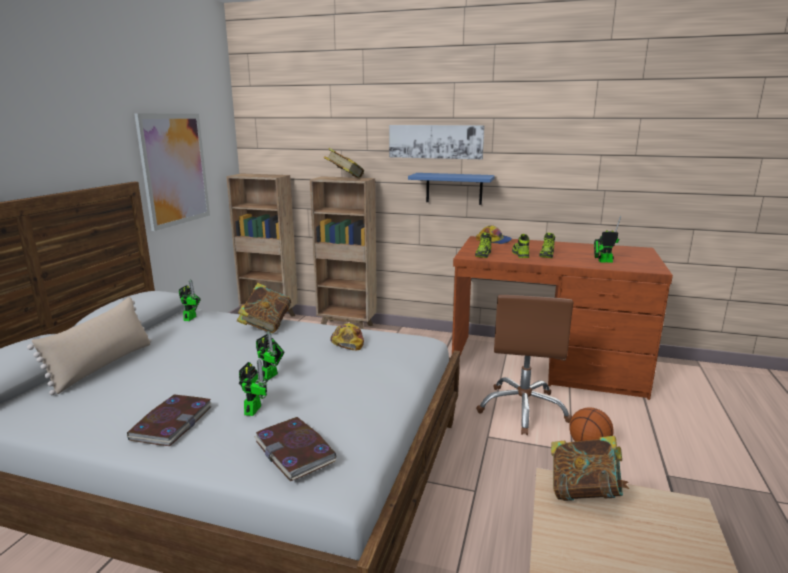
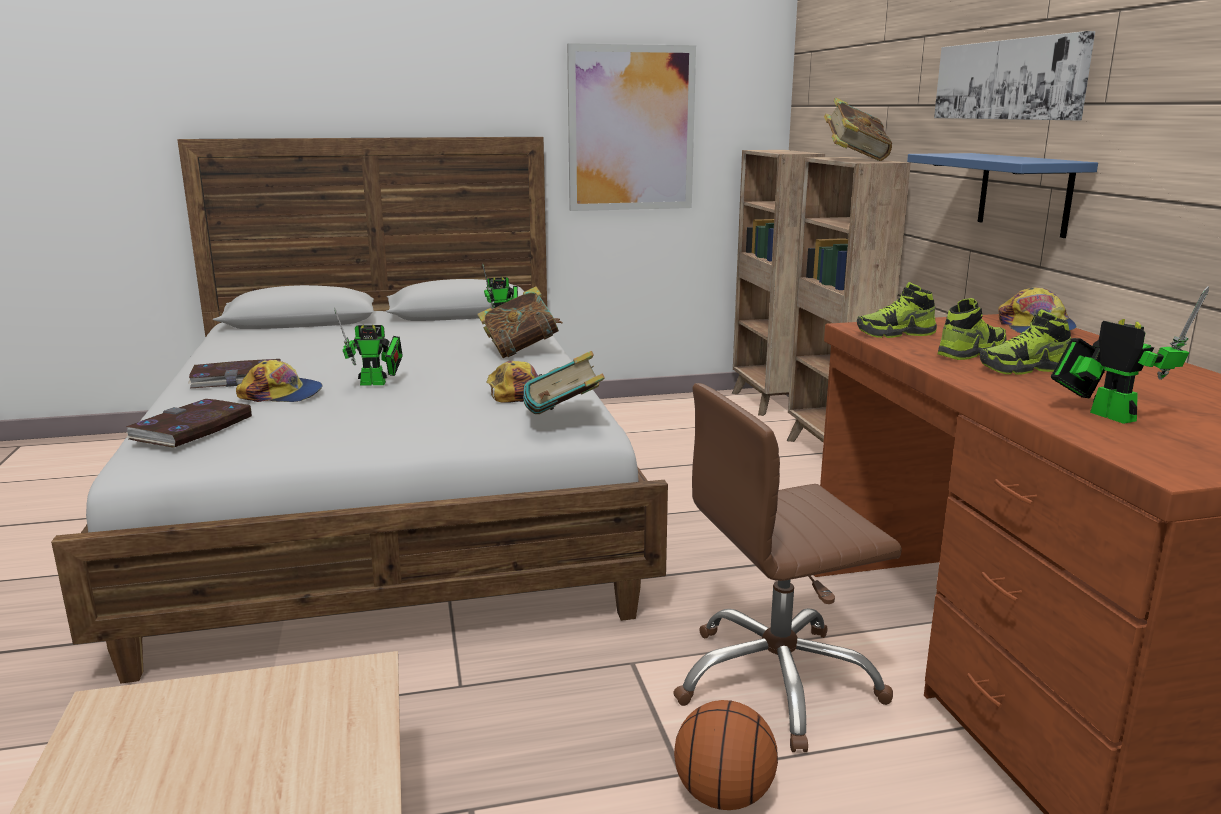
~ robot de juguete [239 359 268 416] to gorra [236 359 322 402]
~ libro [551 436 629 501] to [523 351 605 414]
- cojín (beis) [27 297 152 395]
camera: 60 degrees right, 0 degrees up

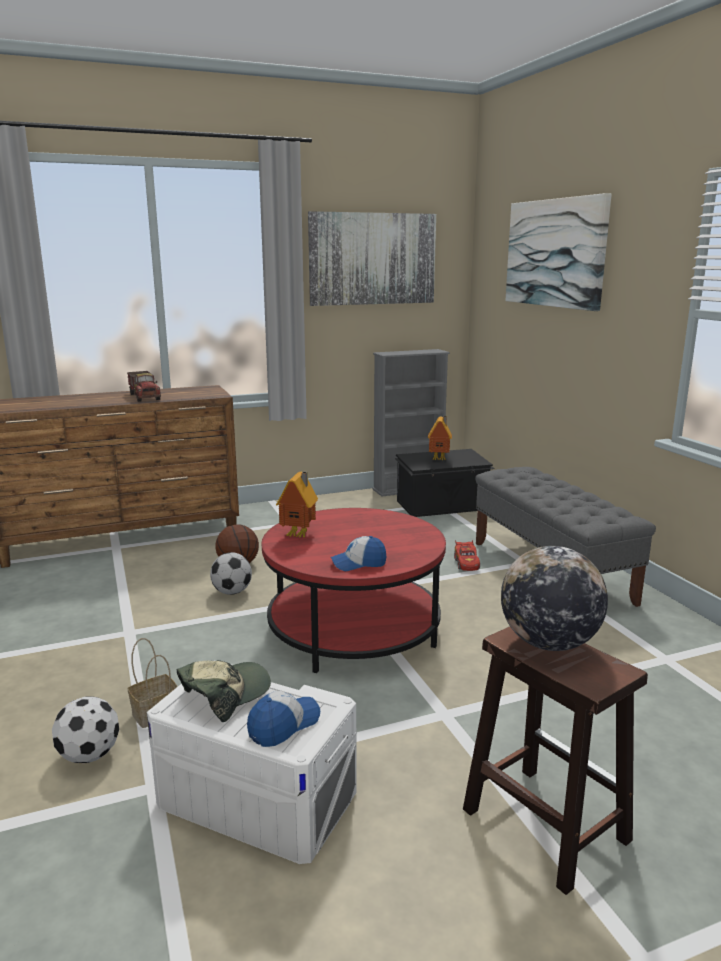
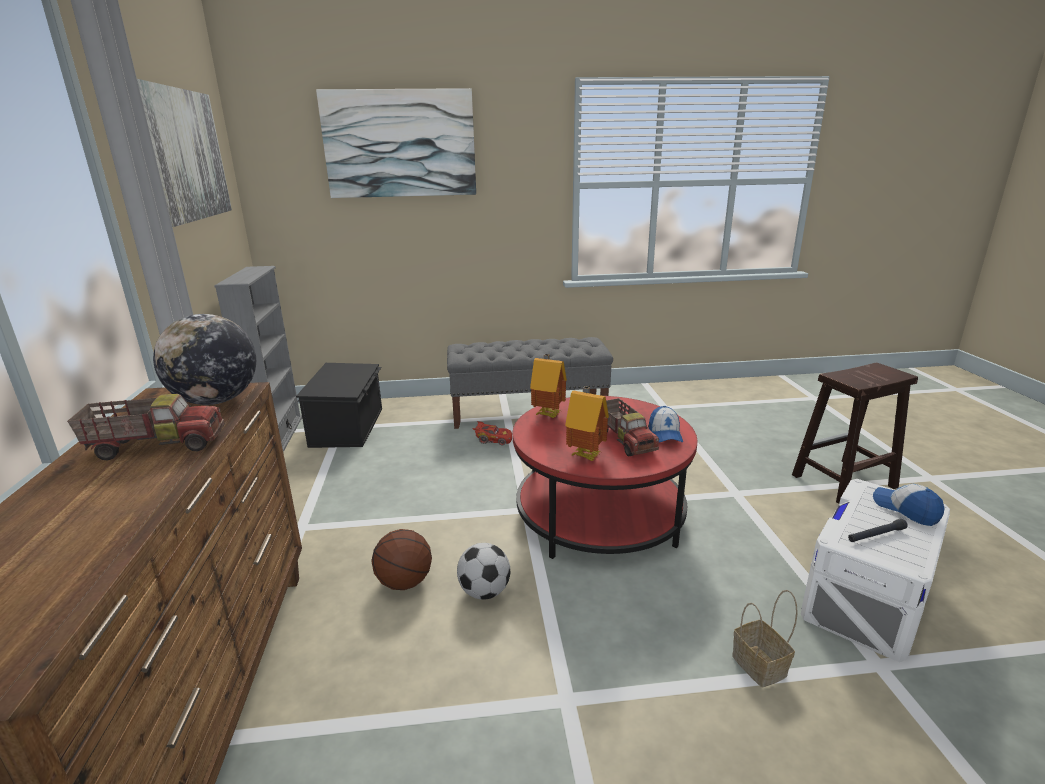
~ globo terráqueo [501 546 608 651] to [153 314 256 405]
~ casita [428 416 452 460] to [530 354 567 418]
+ camión de juguete [606 398 659 456]
~ gorra [176 660 271 723] to linterna (negro) [848 519 908 542]
- balón de fútbol [52 696 119 763]
camera: 75 degrees left, 5 degrees up

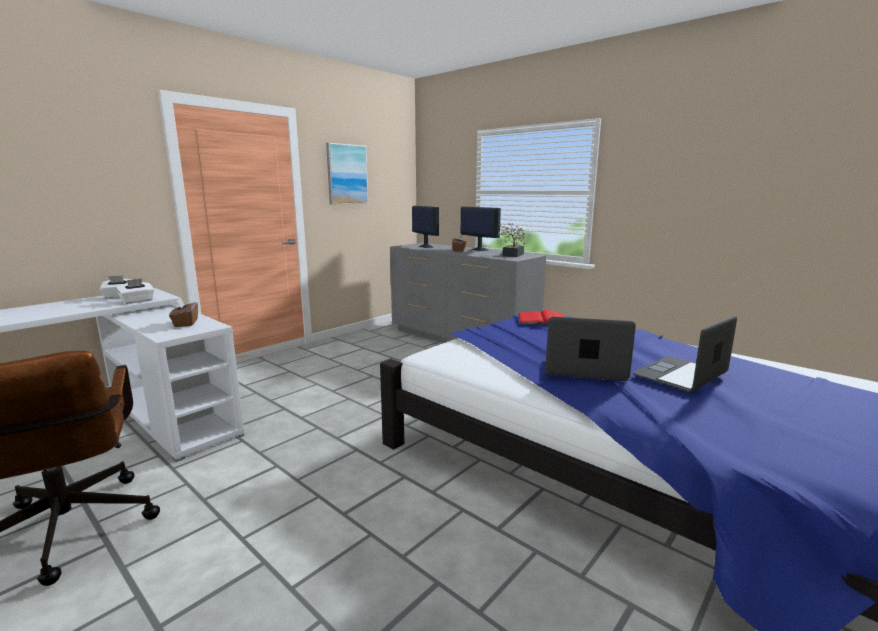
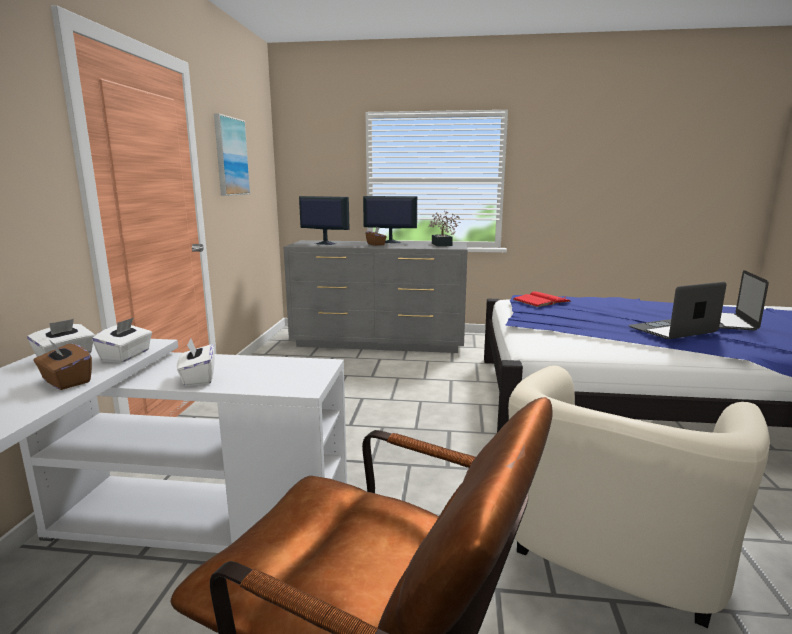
~ caja de pañuelos (marrón) [169 297 198 327] to [33 340 92 390]
+ caja de pañuelos (blanco) [177 338 215 386]
+ sillón (beis) [508 365 770 628]
camera: 35 degrees left, 0 degrees up

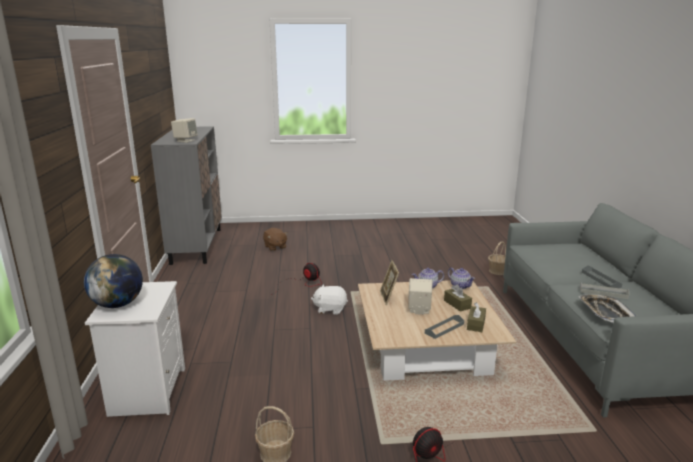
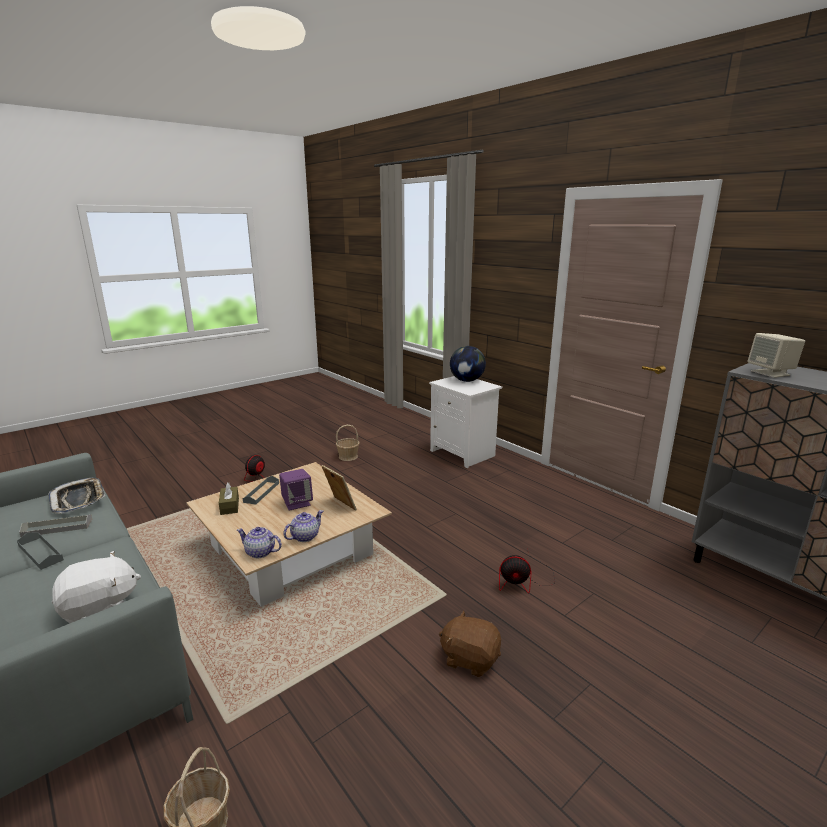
~ peluche (blanco) [311 285 348 315] to [52 551 141 623]
~ altavoz (beis) [408 278 433 315] to altavoz (morado) [279 469 313 511]
~ peluche (marrón) [263 228 288 251] to [439 610 501 677]
- caja de pañuelos (marrón) [444 284 472 312]
camera: 145 degrees right, 0 degrees up

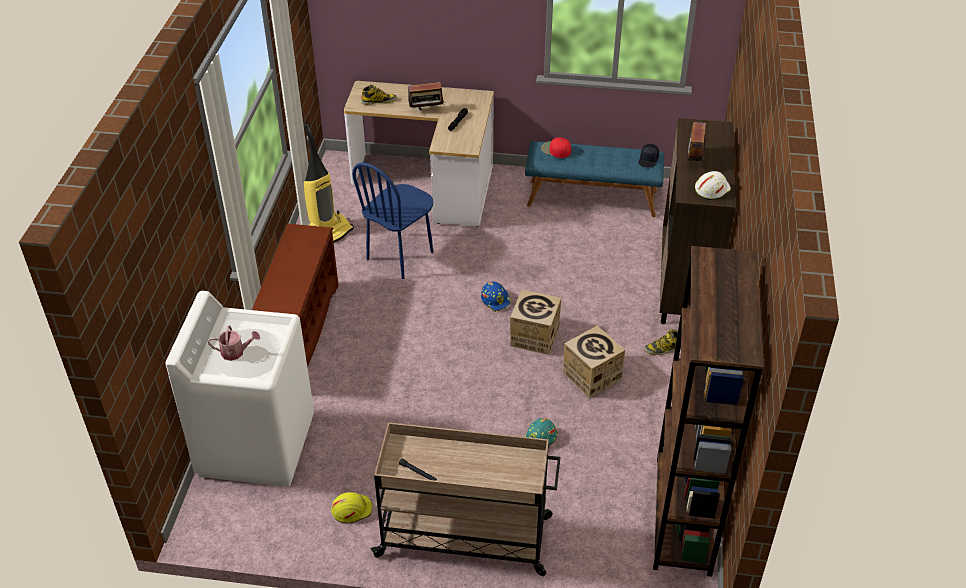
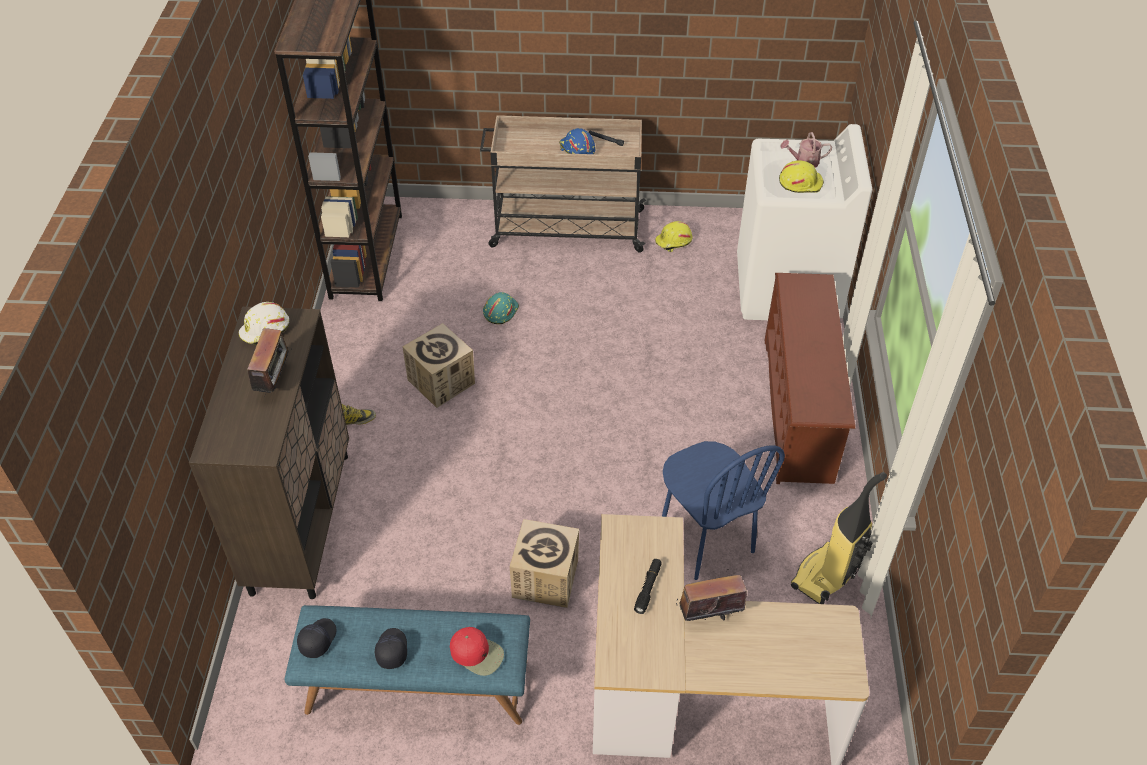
+ gorra (negro) [375 628 407 669]
~ caja de cartón [510 290 561 355] to [510 519 579 608]
~ casco (azul) [481 282 511 312] to [559 128 596 154]
~ silla (azul) [352 162 433 279] = [662 441 785 580] 120 degrees clockwise
+ casco (amarillo) [779 161 824 193]
- bota [361 85 397 105]
camera: 175 degrees right, 5 degrees up

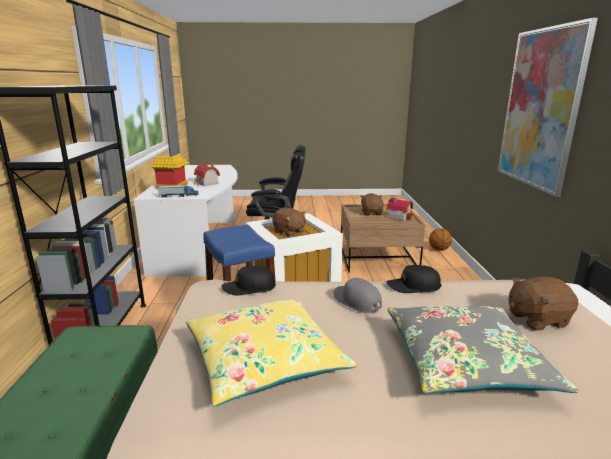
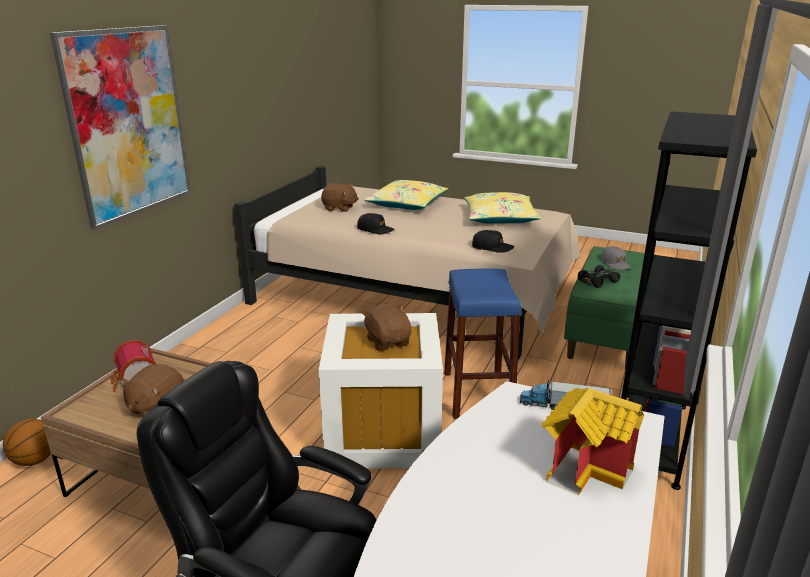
~ cojín (gris) [387 306 578 394] to cojín (amarillo) [364 180 448 210]
+ coche de juguete (negro) [578 265 620 288]
~ gorra (gris) [333 278 382 313] to [601 246 631 270]
- casita [194 164 220 186]
camera: 155 degrees left, 5 degrees up

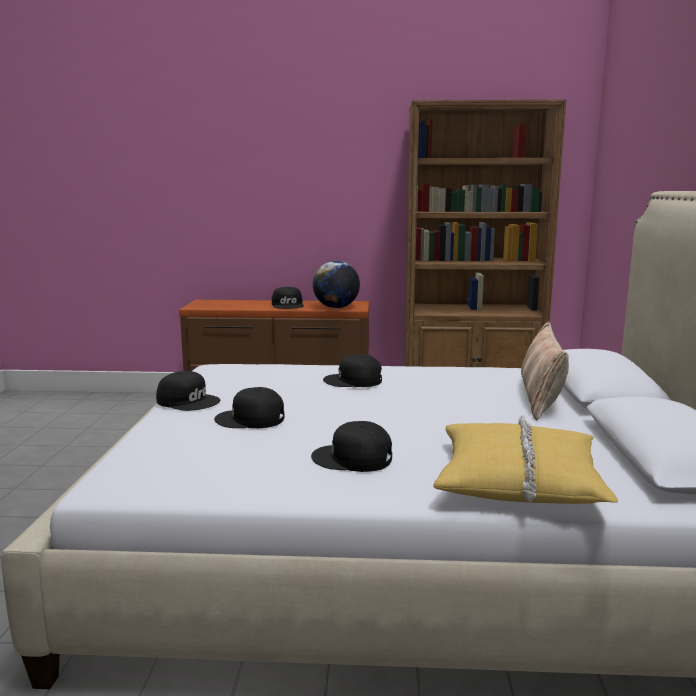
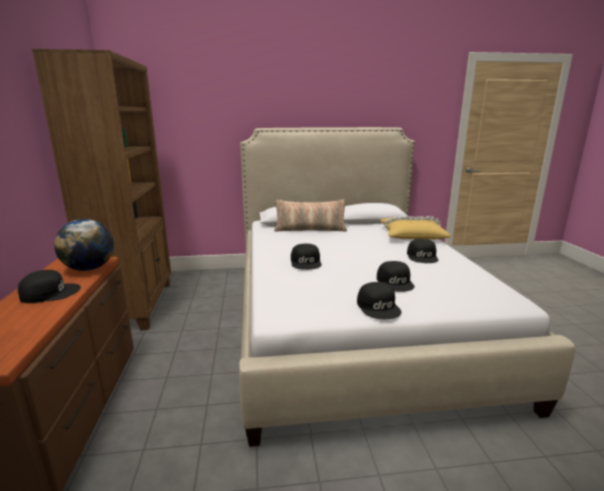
~ gorra (negro) [156 371 221 411] = [357 282 401 319] 150 degrees clockwise
camera: 100 degrees left, 5 degrees up

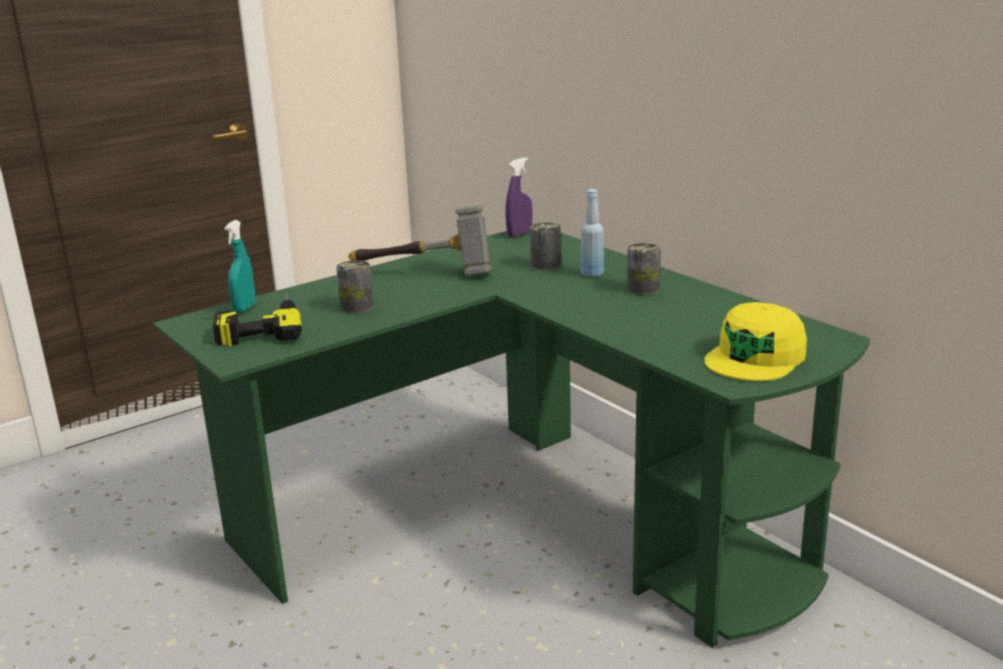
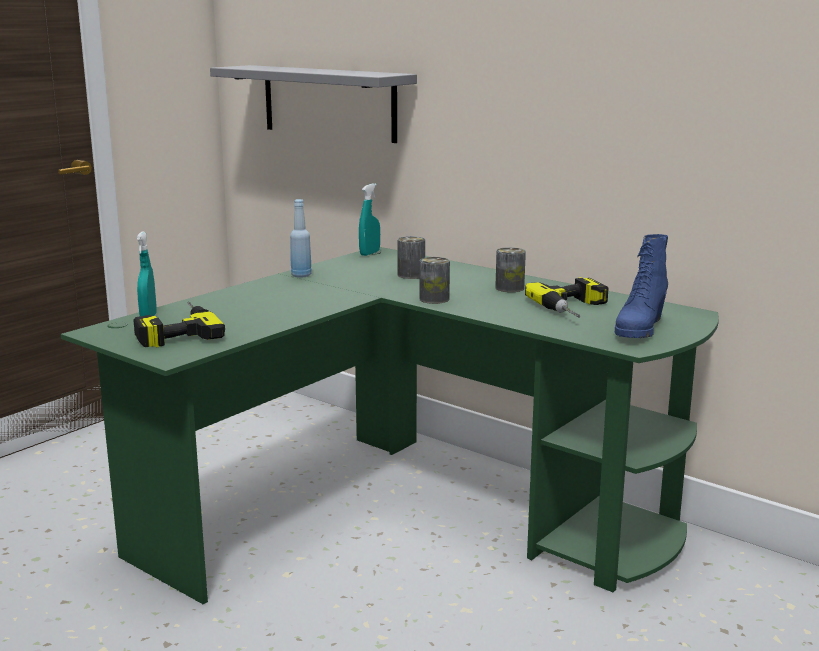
+ estante (gris) [210 65 417 143]
~ botella (azul) [581 189 604 277] to [290 199 312 278]
~ pulverizador (morado) [505 157 532 237] to pulverizador (turquesa) [359 183 380 256]
~ lata [336 260 374 314] to [419 257 450 304]
+ taladro [525 277 608 318]
~ gorra (amarillo) [704 302 807 381] to bota (azul) [615 234 668 338]
- martillo [348 205 491 276]
camera: 15 degrees left, 5 degrees down

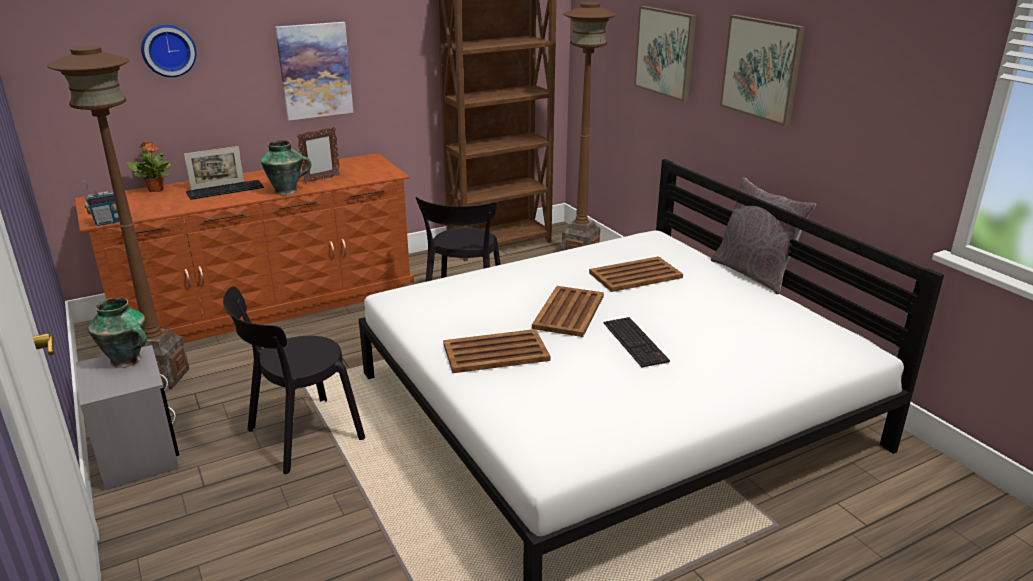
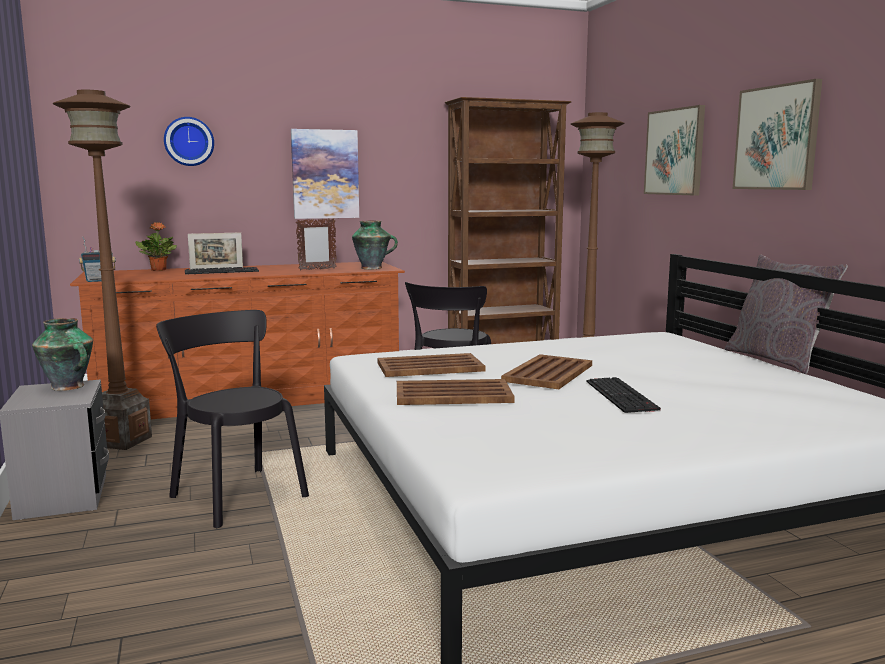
~ silla (negro) [223 286 365 474] = [156 310 309 528] 75 degrees clockwise
~ florero [261 140 311 195] to [352 220 398 269]
~ bandeja (marrón) [589 256 683 292] to [377 353 485 377]
camera: 10 degrees right, 15 degrees down

